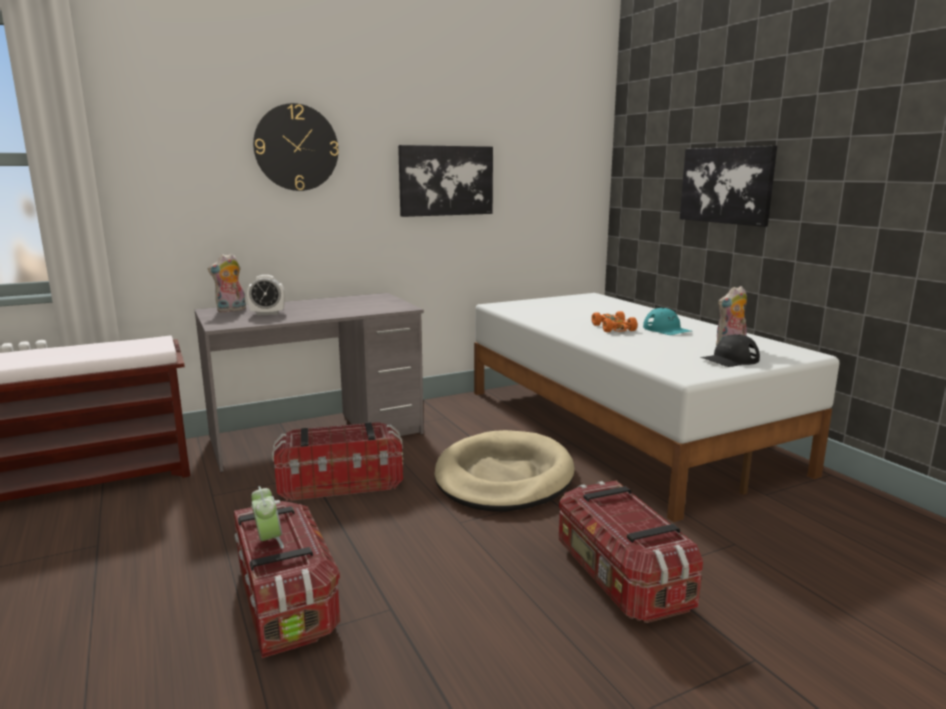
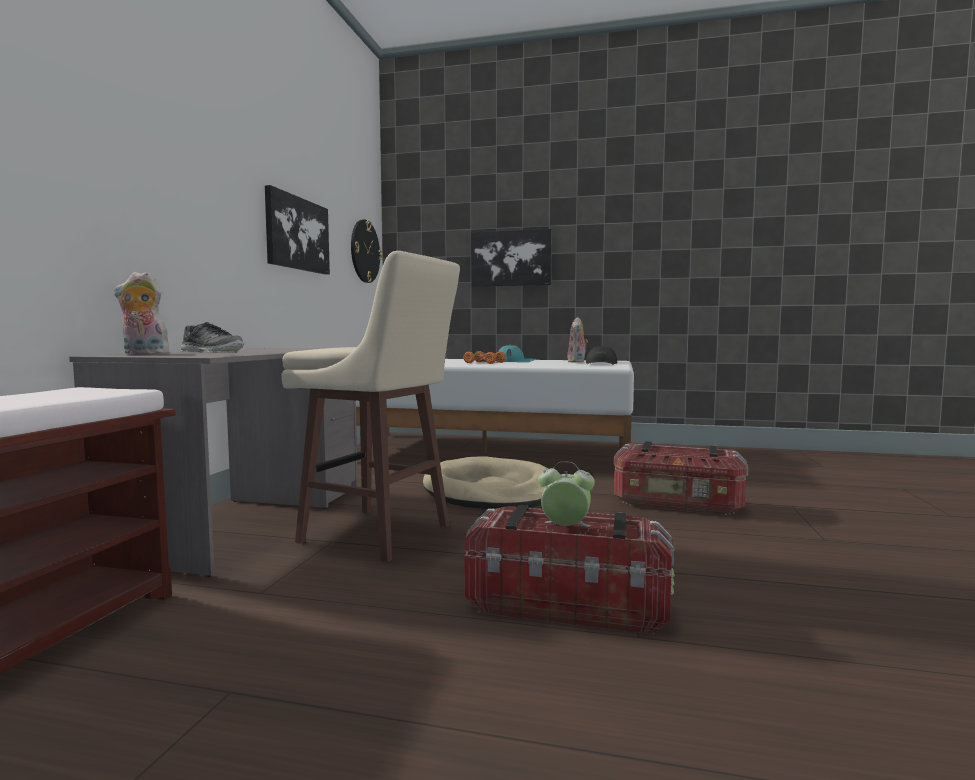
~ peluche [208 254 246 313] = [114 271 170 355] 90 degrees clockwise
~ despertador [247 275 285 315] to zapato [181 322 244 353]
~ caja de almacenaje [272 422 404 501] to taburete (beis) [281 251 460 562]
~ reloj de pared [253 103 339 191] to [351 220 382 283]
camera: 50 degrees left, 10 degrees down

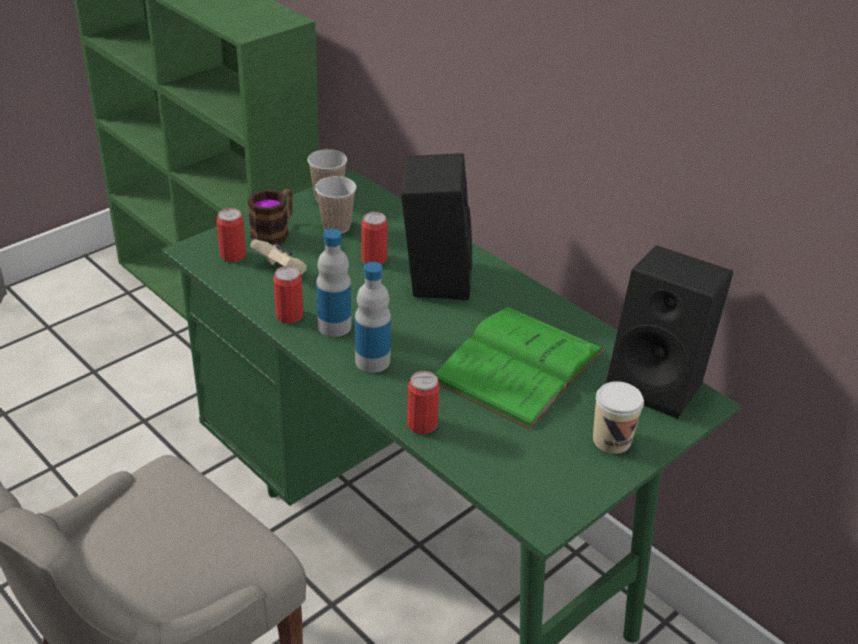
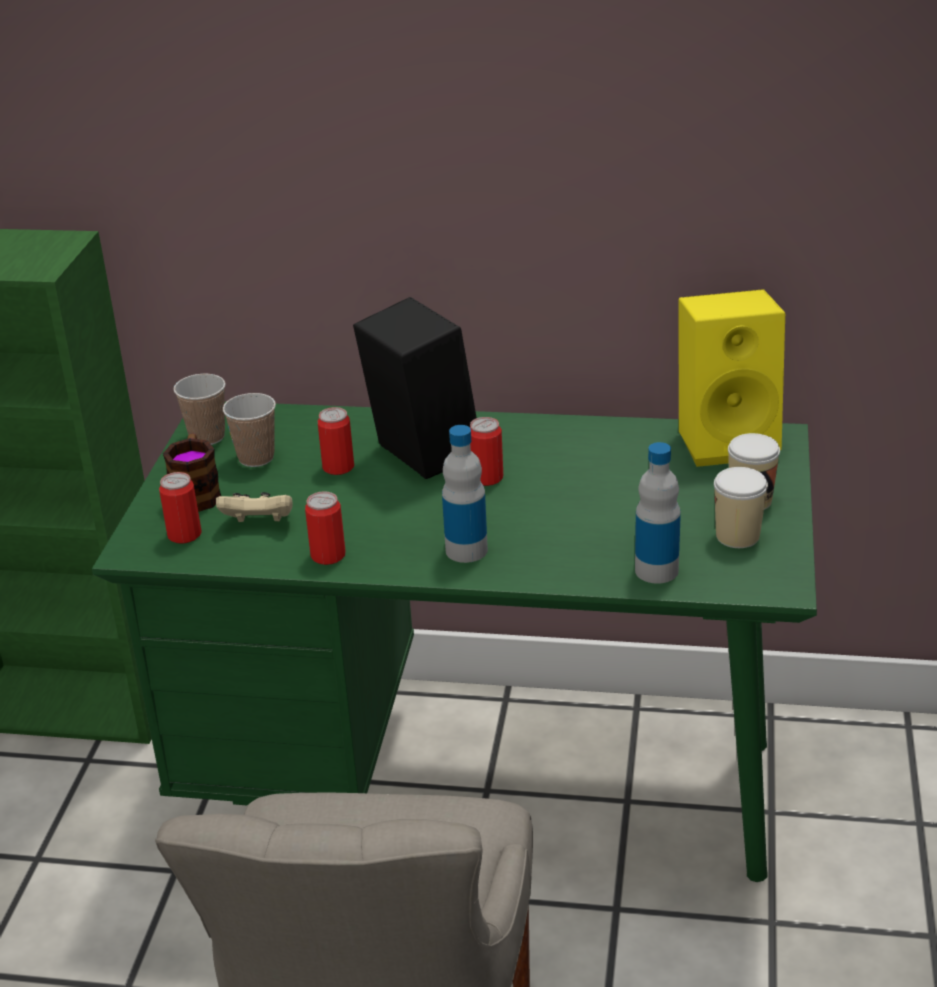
~ lata [407 371 440 434] to [470 417 503 486]
~ botella [316 229 351 337] to [635 442 681 584]
~ altavoz (negro) [606 245 734 419] to altavoz (amarillo) [678 289 785 467]
+ taza [714 467 768 548]
- libro (verde) [434 307 604 430]
camera: 35 degrees left, 5 degrees down

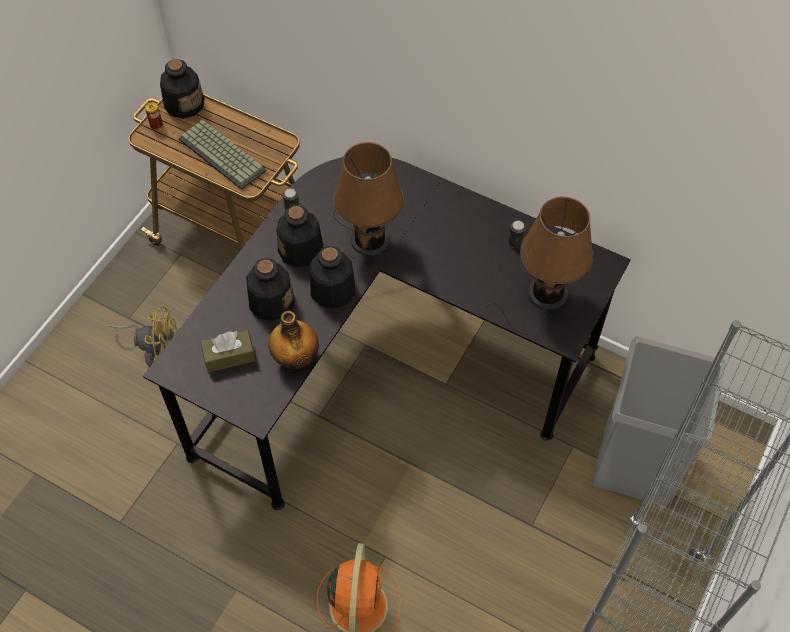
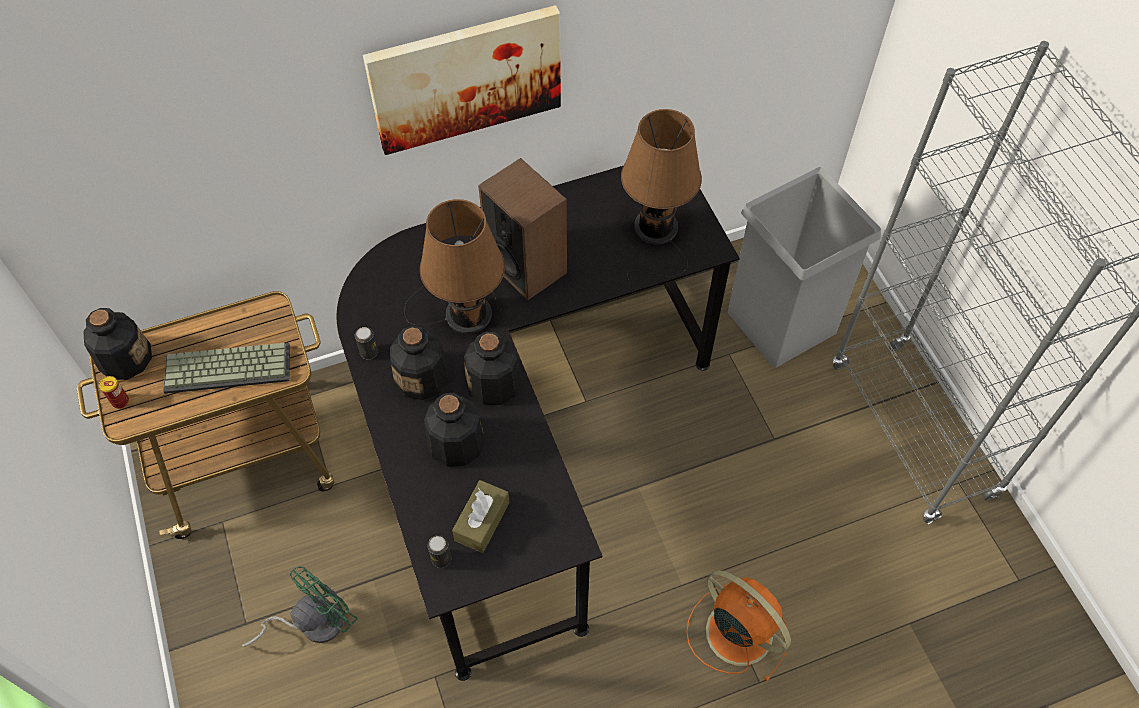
~ ventilador (amarillo) [110 306 178 367] to ventilador (verde) [242 566 358 647]
+ cuadro [363 5 561 155]
~ lata [508 221 526 248] to [427 535 452 568]
+ altavoz [478 158 567 300]
- botella [268 311 319 369]
camera: 50 degrees left, 0 degrees up

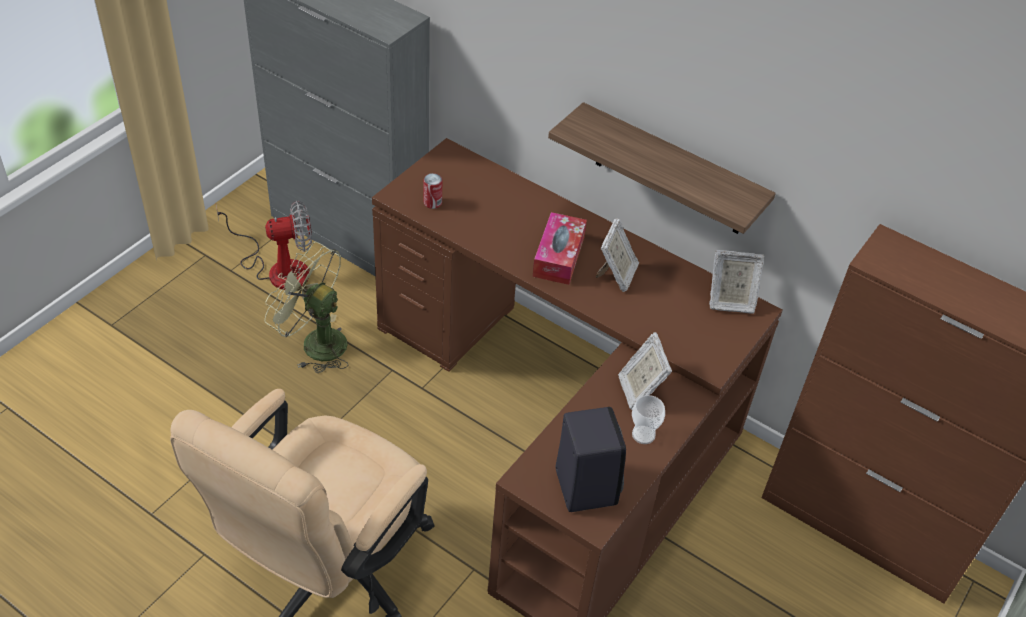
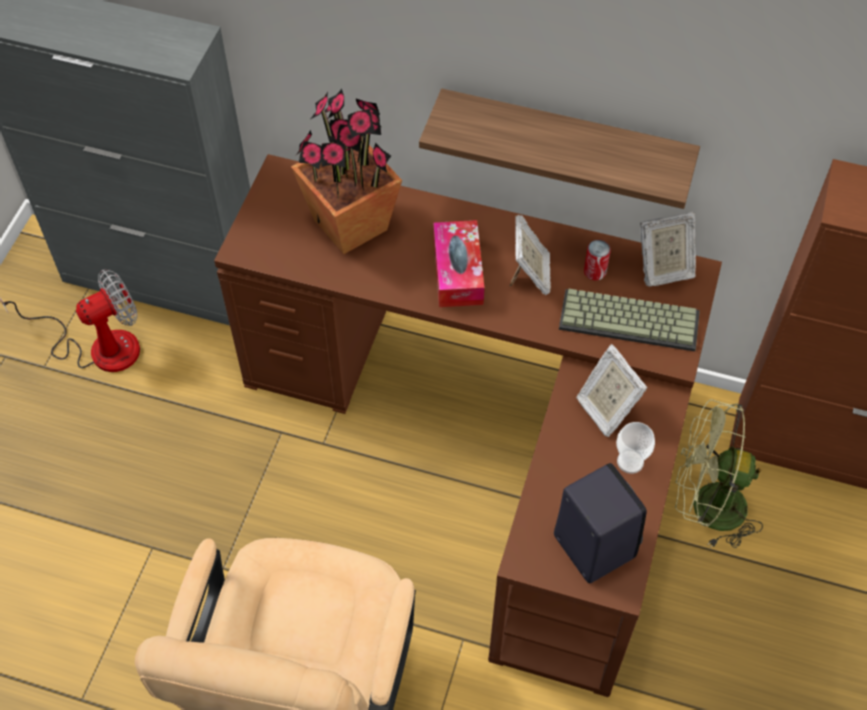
+ planta en maceta [291 89 402 255]
+ teclado [559 289 700 351]
~ lata [424 173 442 209] to [584 240 611 280]
~ ventilador (verde) [264 242 348 373] to [675 399 763 548]
camera: 15 degrees left, 10 degrees up

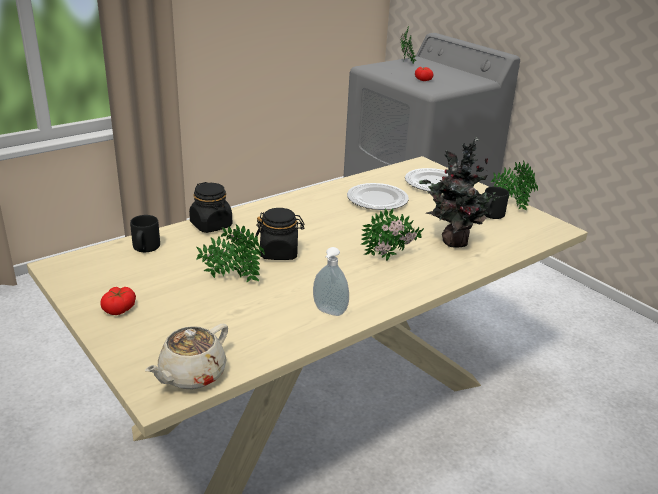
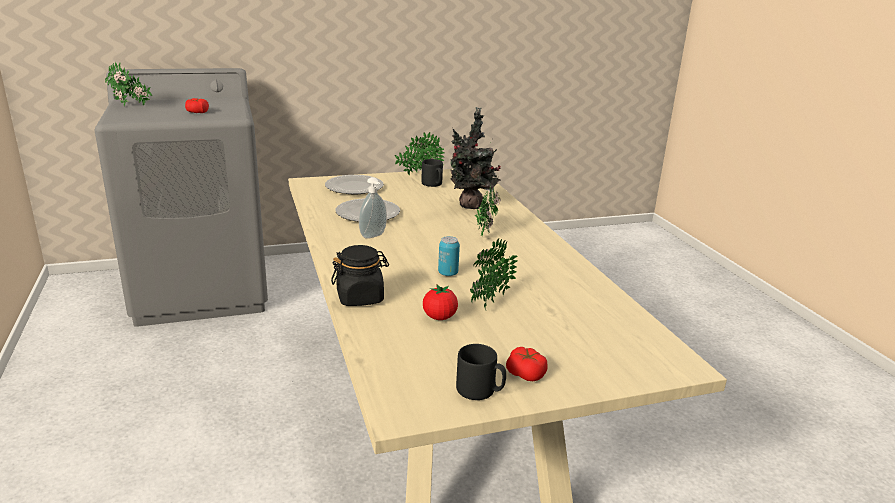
~ dispensador de jabón [313 247 349 316] to [359 177 387 239]
+ tomate [423 284 458 320]
~ tarro (negro) [255 208 304 260] to lata [438 236 460 276]
~ taza grande (negro) [130 215 160 252] to [456 344 506 400]
- tetera (beis) [145 324 228 389]
camera: 70 degrees left, 5 degrees down

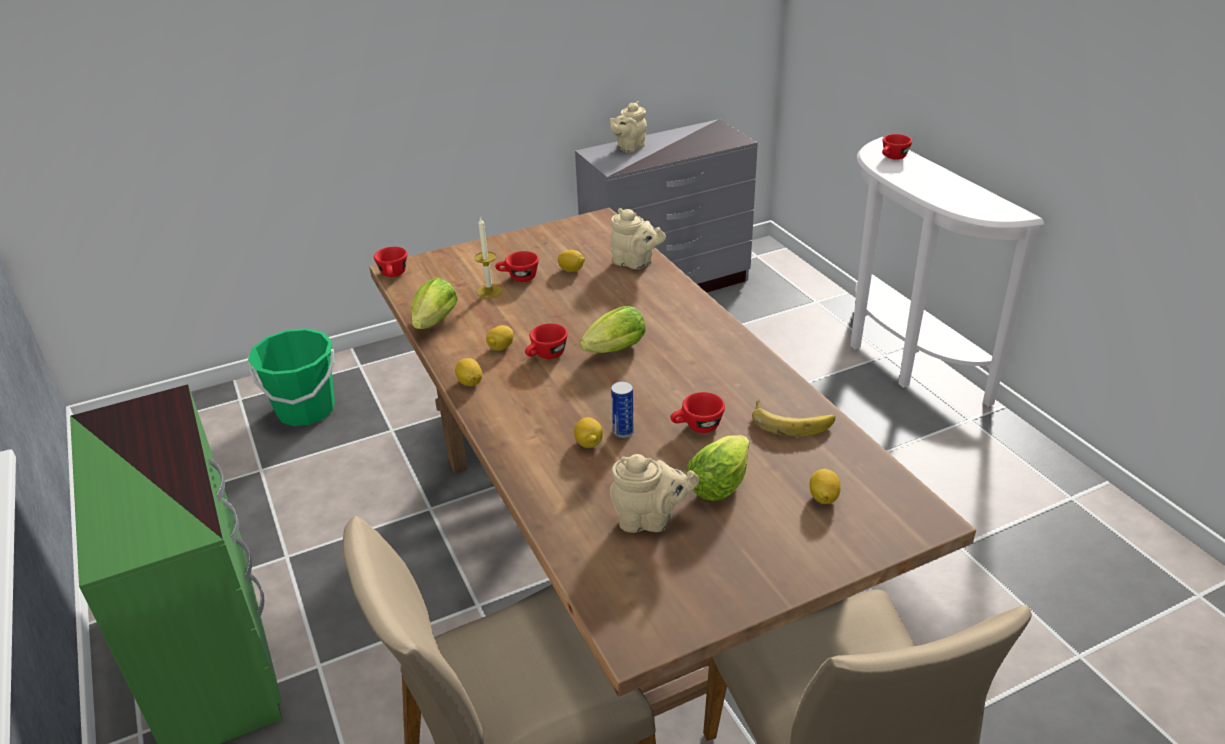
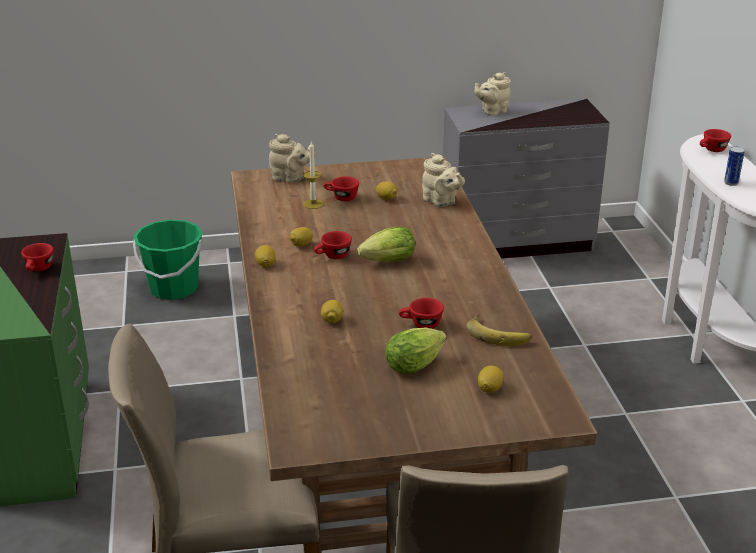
~ taza (rojo) [374 247 407 277] to [21 243 53 271]
~ tetera (beis) [610 454 700 533] to [269 134 316 183]
~ lata [611 381 634 438] to [724 147 745 186]
- lechuga [412 278 458 329]
camera: 15 degrees right, 5 degrees down

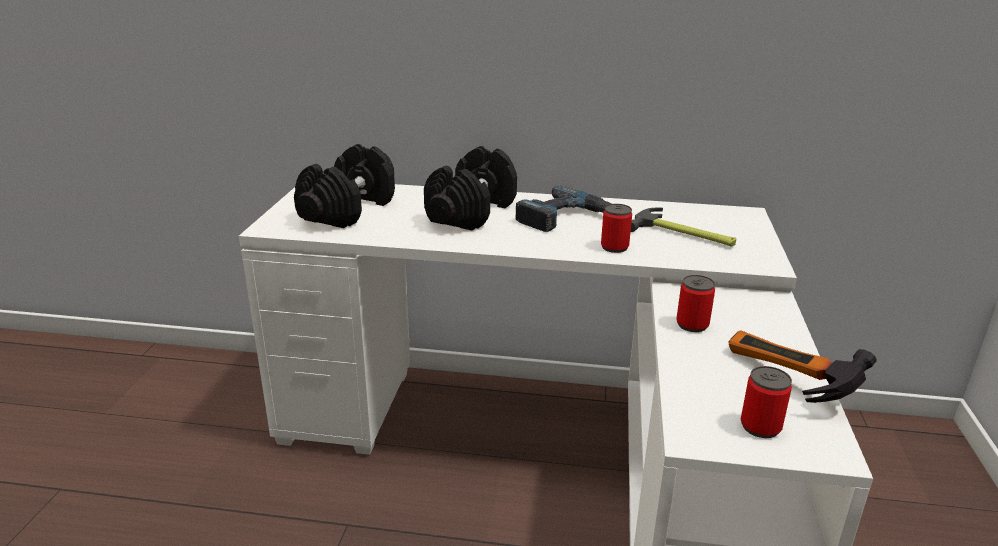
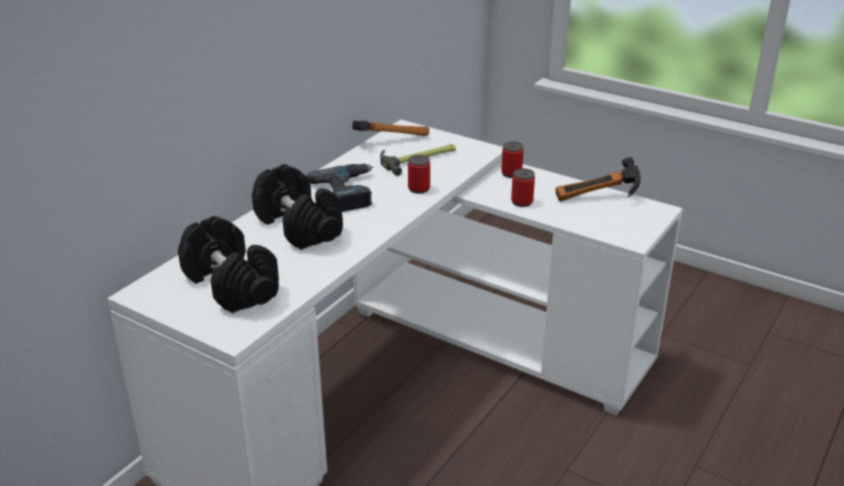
+ martillo [353 121 429 136]
~ lata [741 366 792 438] to [501 142 524 178]
camera: 65 degrees left, 5 degrees up

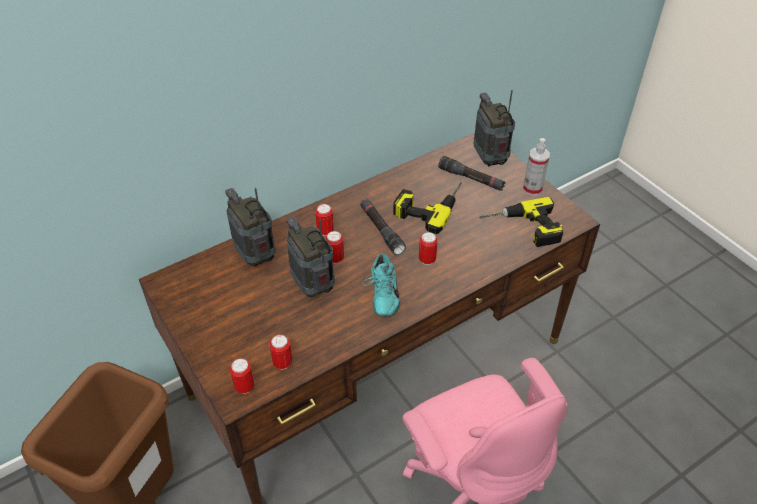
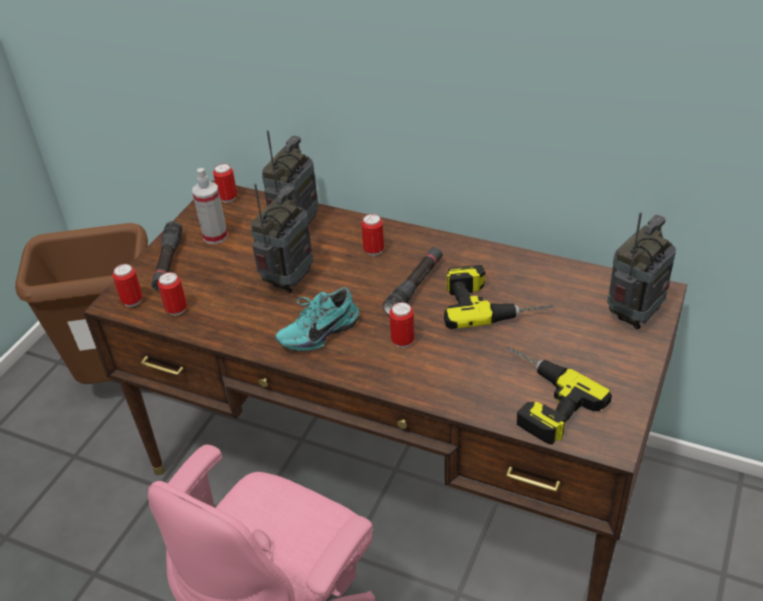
~ linterna (negro) [438 156 505 191] to [151 221 182 291]
~ pulverizador [523 138 550 196] to [192 168 228 244]
~ lata [325 231 344 264] to [213 163 237 203]
camera: 60 degrees right, 5 degrees down

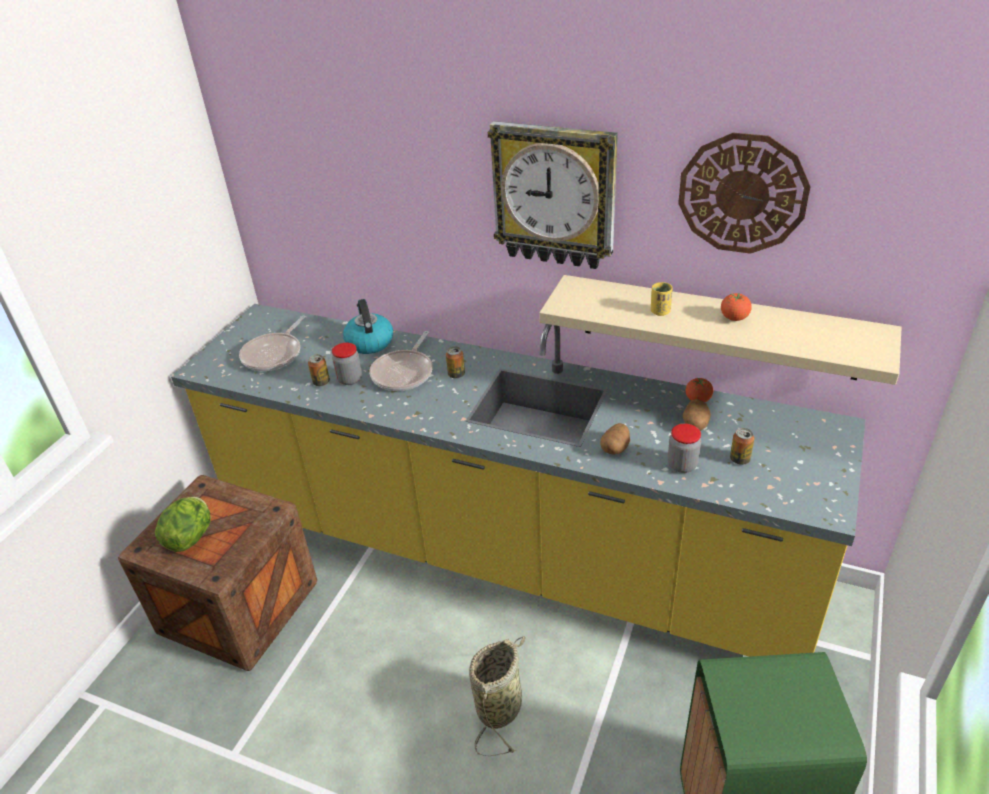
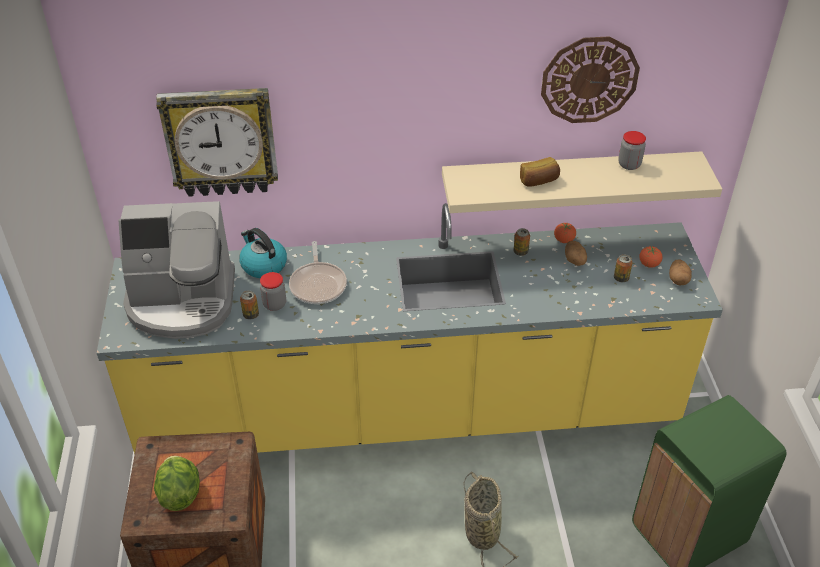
~ sartén [239 316 306 371] to cafetera [119 201 235 339]
~ reloj de pared [488 121 618 269] to [156 88 278 197]
~ lata [446 346 465 379] to [513 228 530 256]
~ taza (amarillo) [651 282 673 316] to pan [520 157 560 187]
~ tarro [668 424 701 473] to [618 131 646 170]
~ tomate [721 293 752 321] to [639 246 662 268]
~ patata [600 423 630 455] to [669 260 692 285]
camera: 30 degrees left, 5 degrees up

